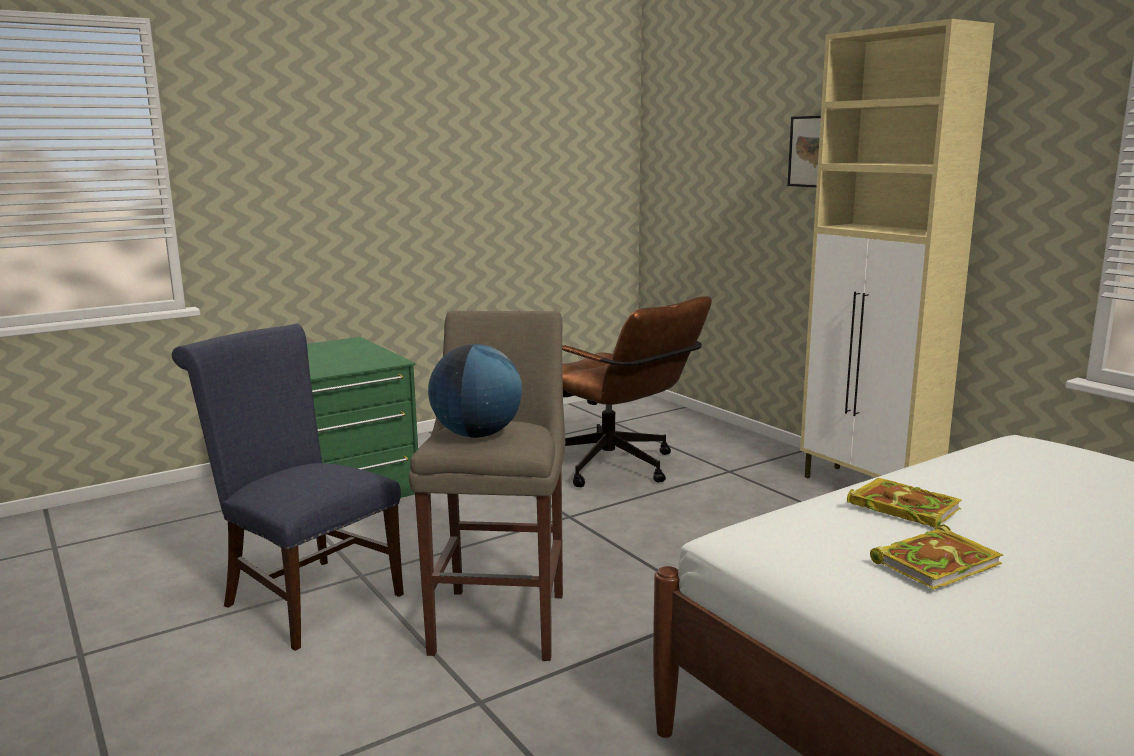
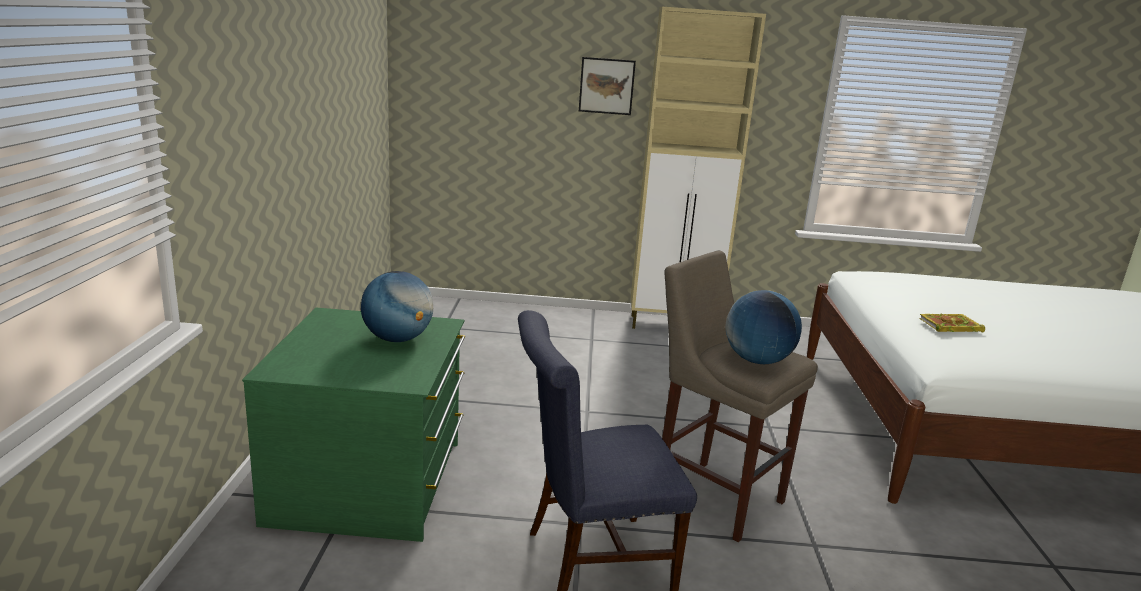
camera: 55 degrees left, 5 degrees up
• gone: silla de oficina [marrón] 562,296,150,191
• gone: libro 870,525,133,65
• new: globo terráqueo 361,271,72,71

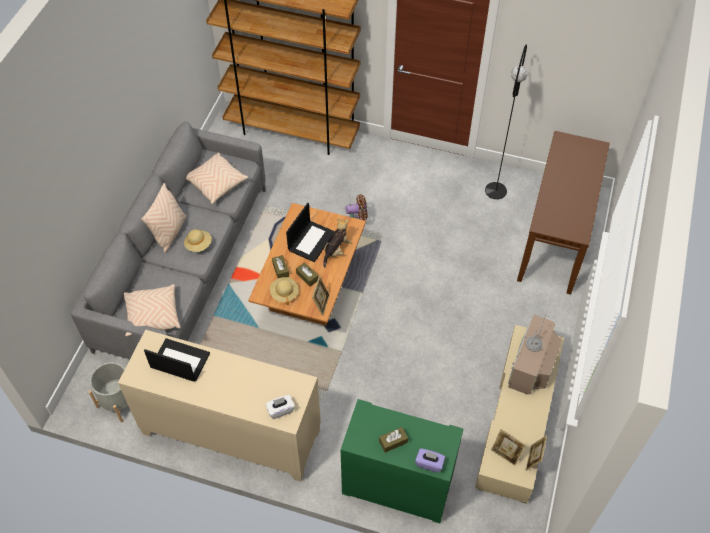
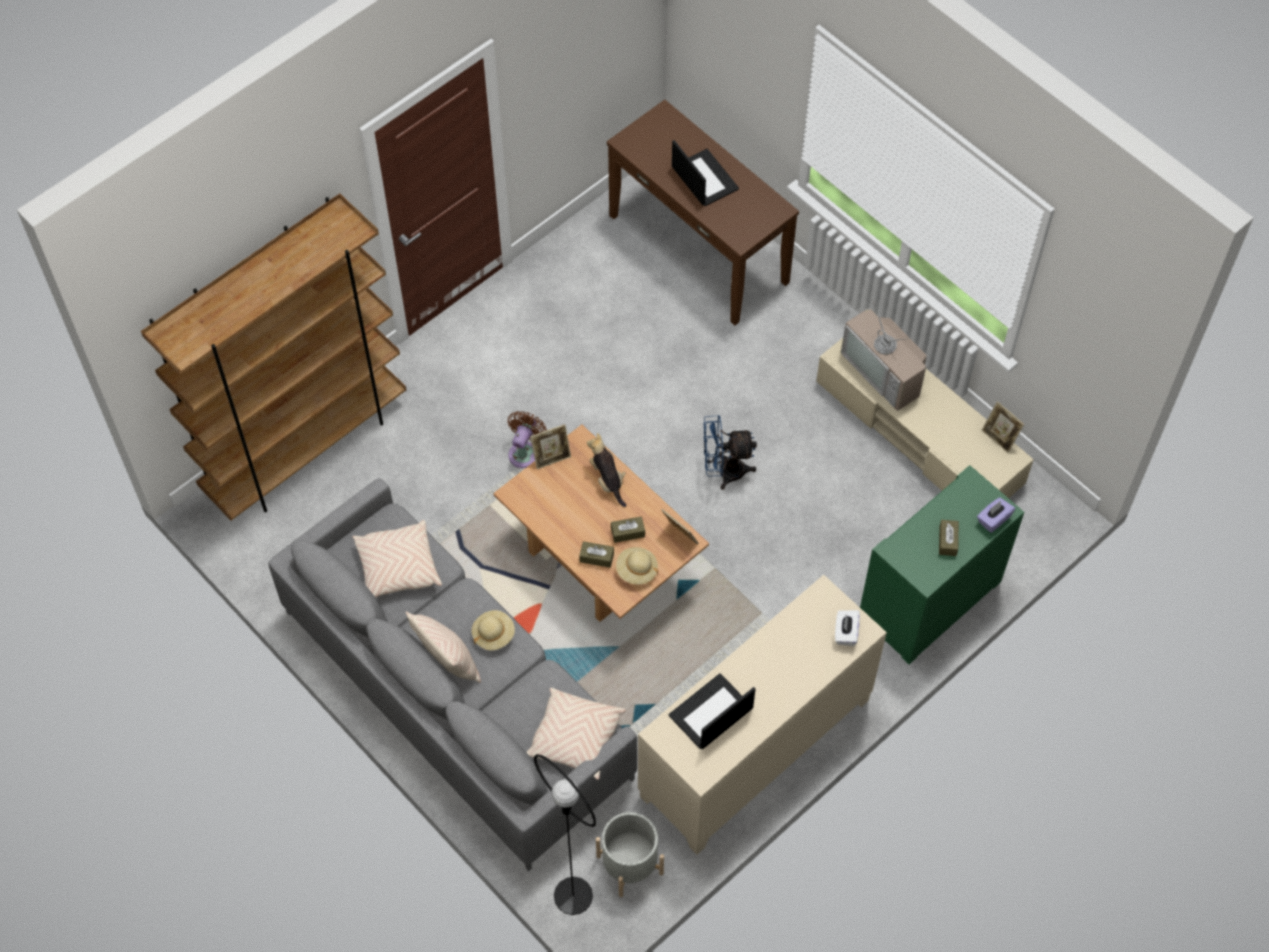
camera: 60 degrees left, 5 degrees up
• shifted: portátil 286,203,49,59 to 672,140,67,66
• shifted: lámpara de pie [negro] 485,44,42,155 to 534,754,62,161
• shifted: portarretratos 491,429,35,37 to 530,424,41,45
• new: ventilador [azul] 703,415,54,75

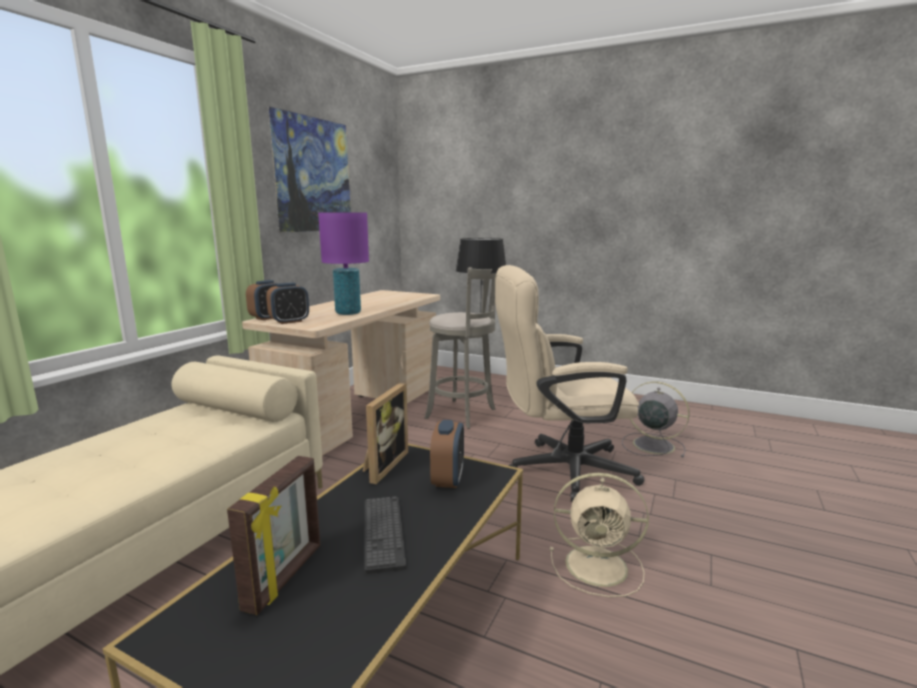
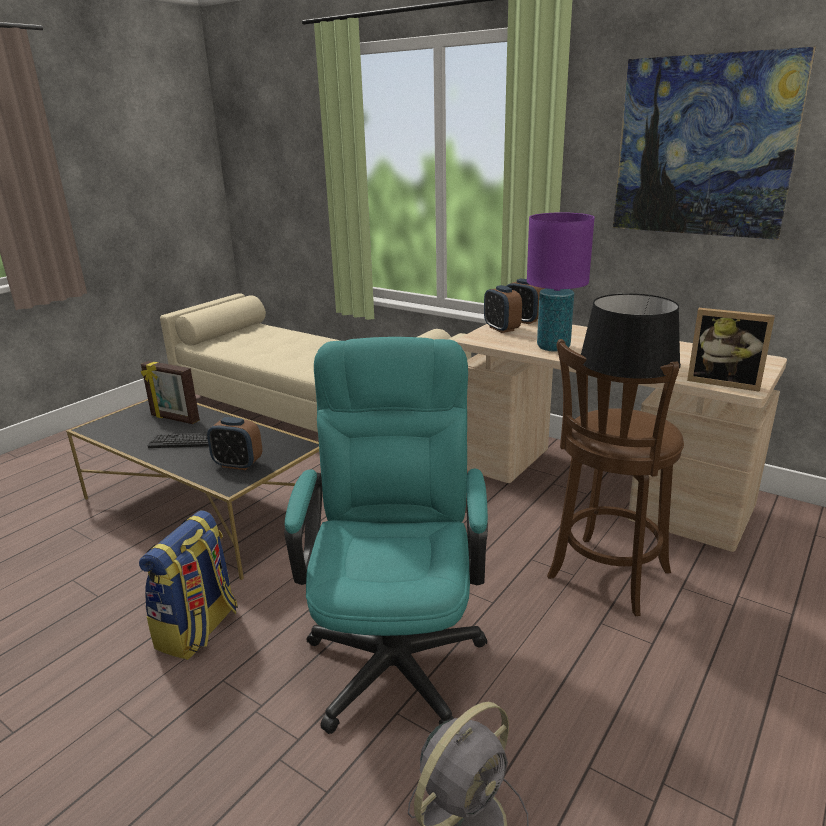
camera: 100 degrees right, 10 degrees up
• shifted: portarretratos 363,382,45,102 to 687,308,88,84
• repainted: taburete [gris] 424,267,72,162 to taburete [marrón] 547,339,137,277
• repainted: silla de oficina [beis] 495,265,150,237 to silla de oficina [turquesa] 284,337,204,397
• swapped: ventilador [beis] 550,473,99,124 to mochila 139,510,99,150

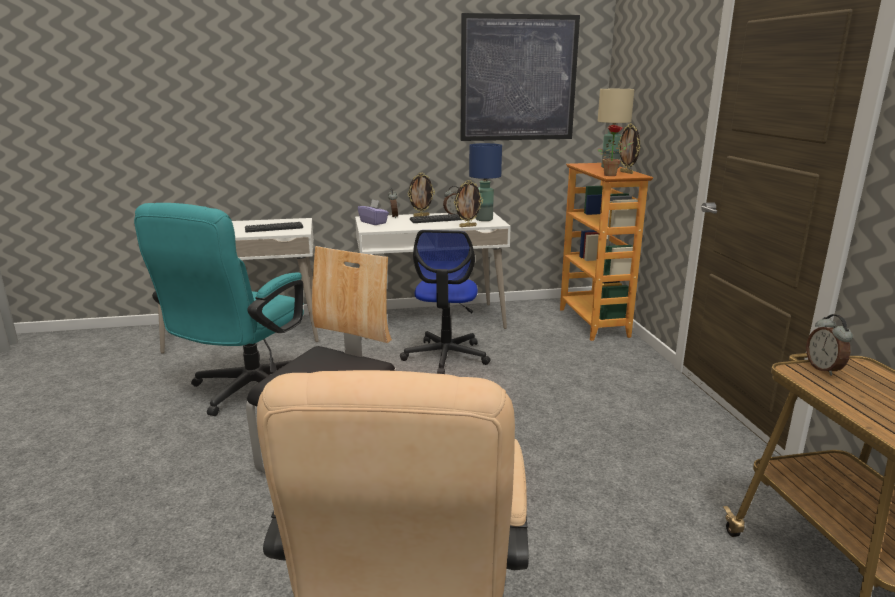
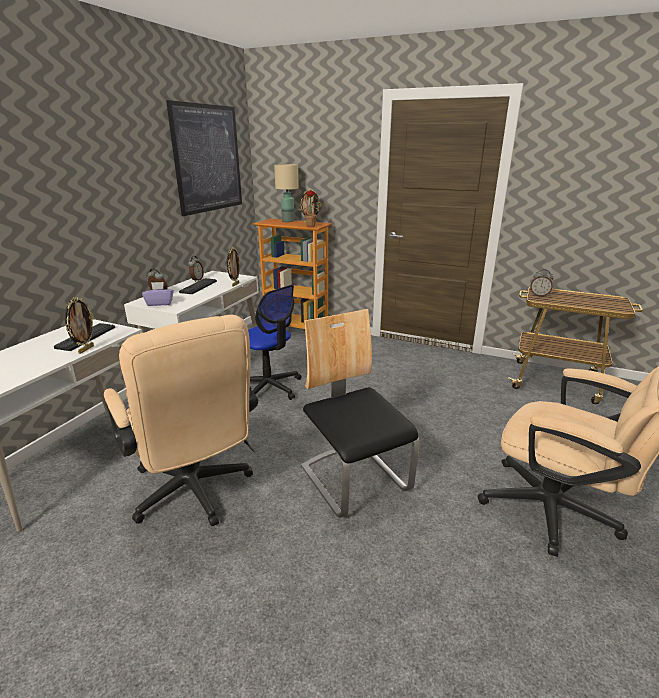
camera: 55 degrees left, 5 degrees up
• repainted: silla de oficina [turquesa] 134,203,170,213 to silla de oficina [beis] 104,315,154,211
• shifted: portarretratos 408,173,27,44 to 65,297,29,57
• gone: lámpara de mesa [azul] 469,143,33,78

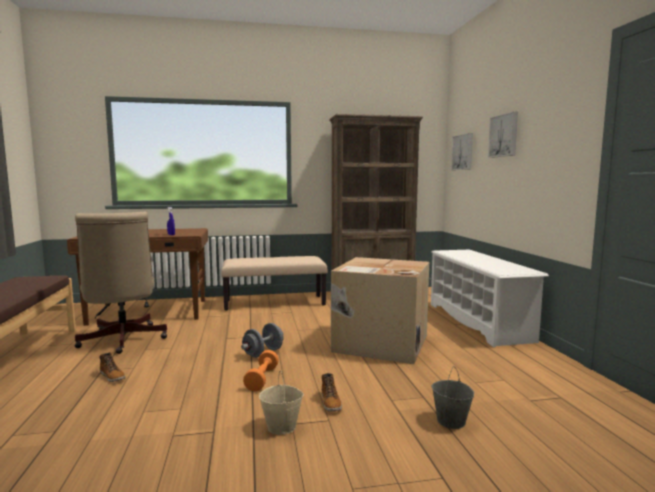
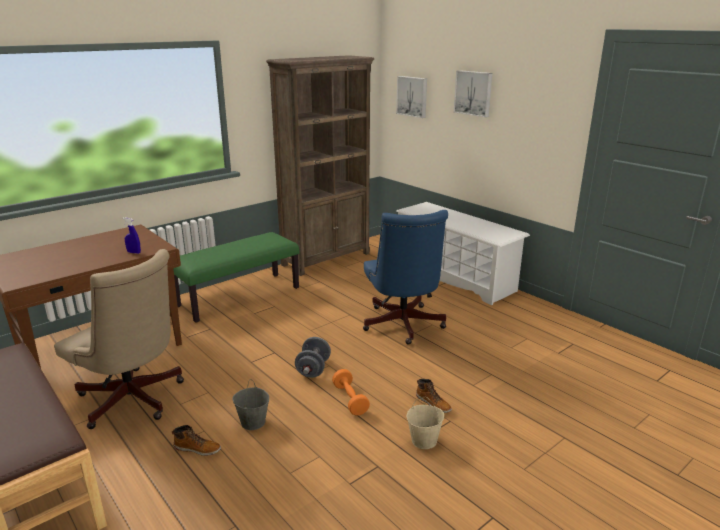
camera: 30 degrees left, 15 degrees up
• repainted: banco [beis] 221,256,106,55 to banco [verde] 173,232,127,91
• swapped: caja de cartón 331,257,98,107 to silla de oficina [azul] 363,210,85,135
• shifted: cubo [gris] 432,366,42,63 to 232,379,37,51

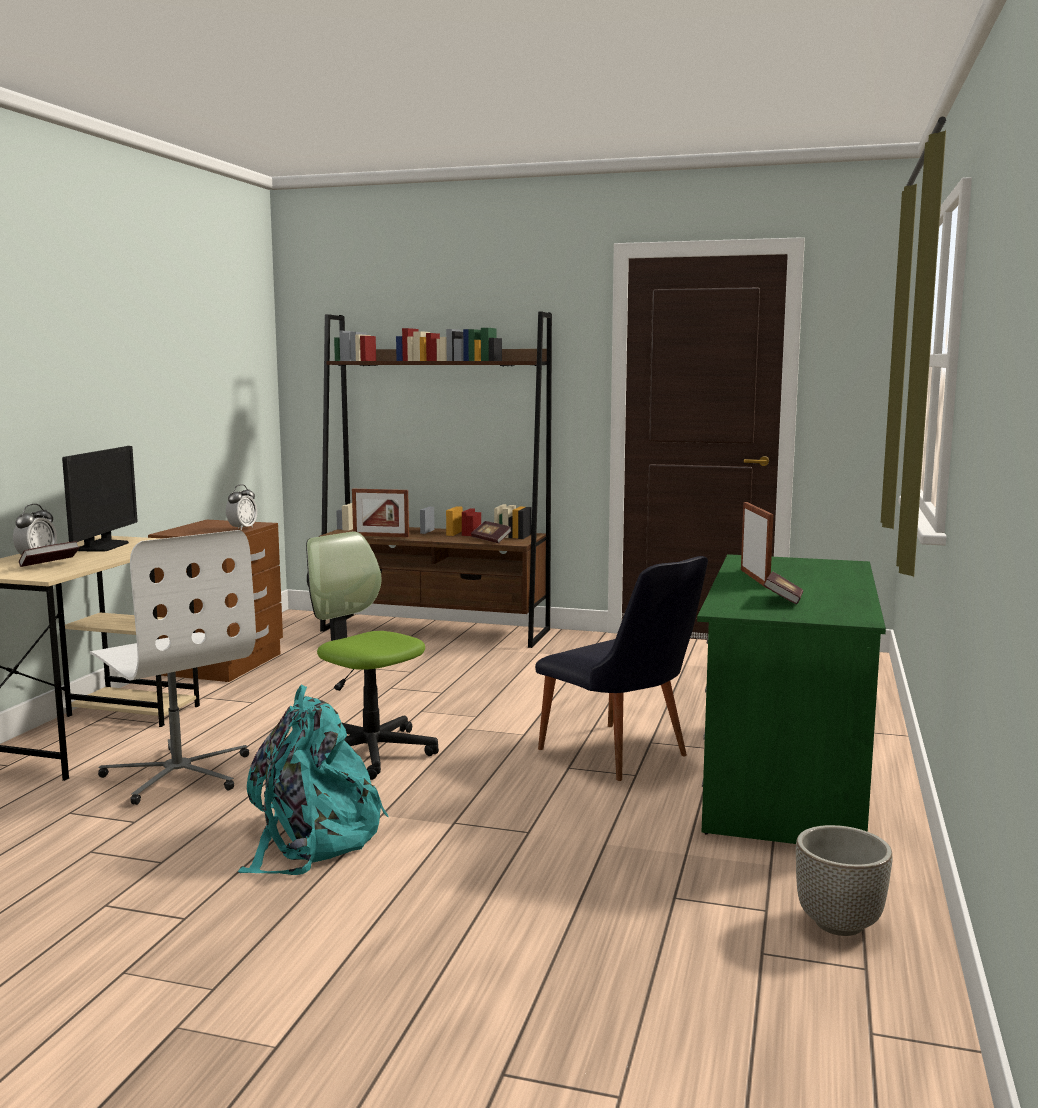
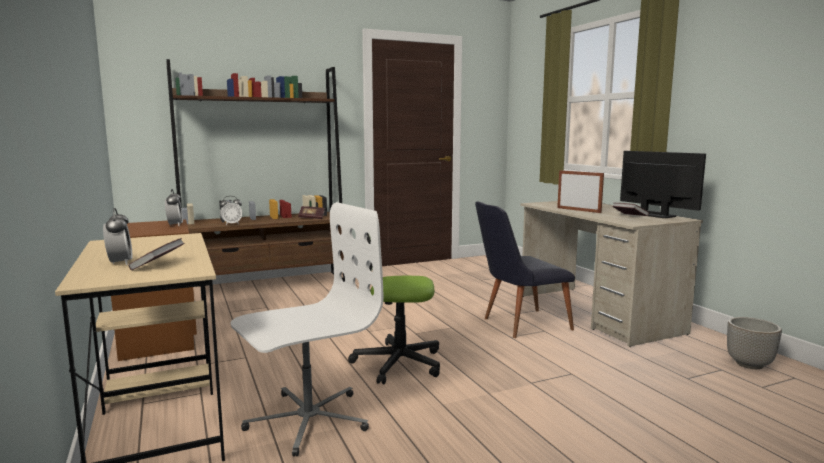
camera: 40 degrees left, 0 degrees up
• shifted: monitor 62,446,75,106 to 620,151,86,67
• rotated: silla de oficina [blanco] 89,530,167,275 = 231,202,152,254 45 degrees counterclockwise
• gone: mochila [turquesa] 238,685,150,190
• swapped: portarretratos 352,489,57,48 to despertador 219,196,23,29
• rotated: silla [negro] 535,556,173,225 = 475,201,100,137 150 degrees clockwise
• repainted: escritorio [verde] 697,554,189,290 to escritorio [beis] 520,201,183,146

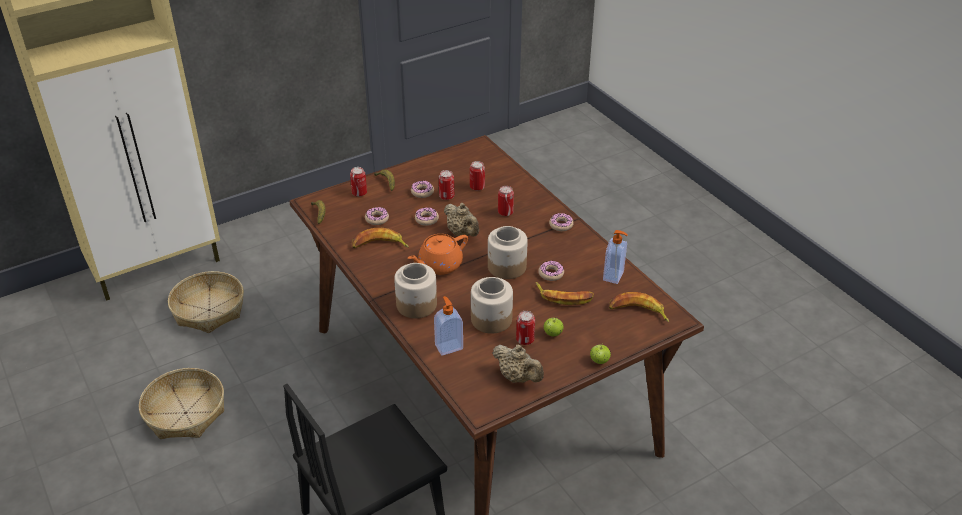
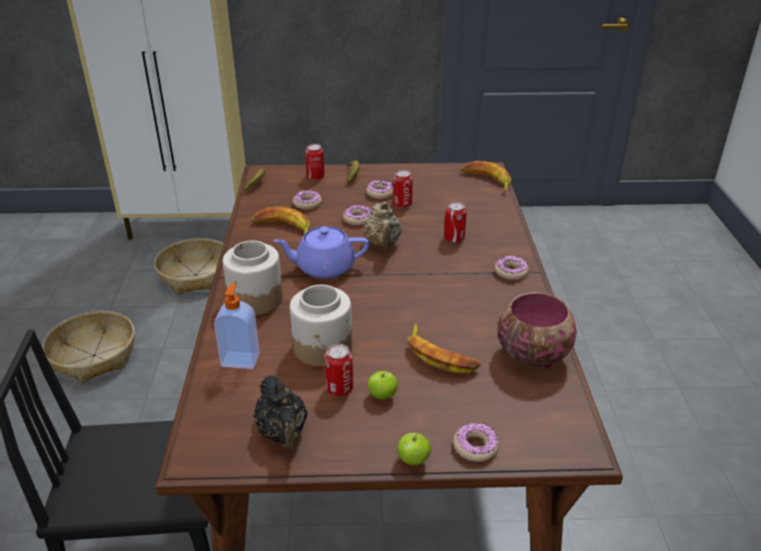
camera: 30 degrees right, 5 degrees down
• repainted: tetera [naranja] 408,234,60,41 to tetera [morado] 273,226,96,53
• gone: lata 470,161,15,30
• gone: tarro 488,226,40,53
• repainted: tetera [beis] 492,344,52,39 to tetera [negro] 254,376,53,74
• shifted: rosquilla 538,261,26,20 to 453,423,46,39
• swapped: dispensador de jabón 603,230,25,54 to cuenco 497,292,80,76
• shifted: plátano 609,292,60,30 to 461,161,50,31

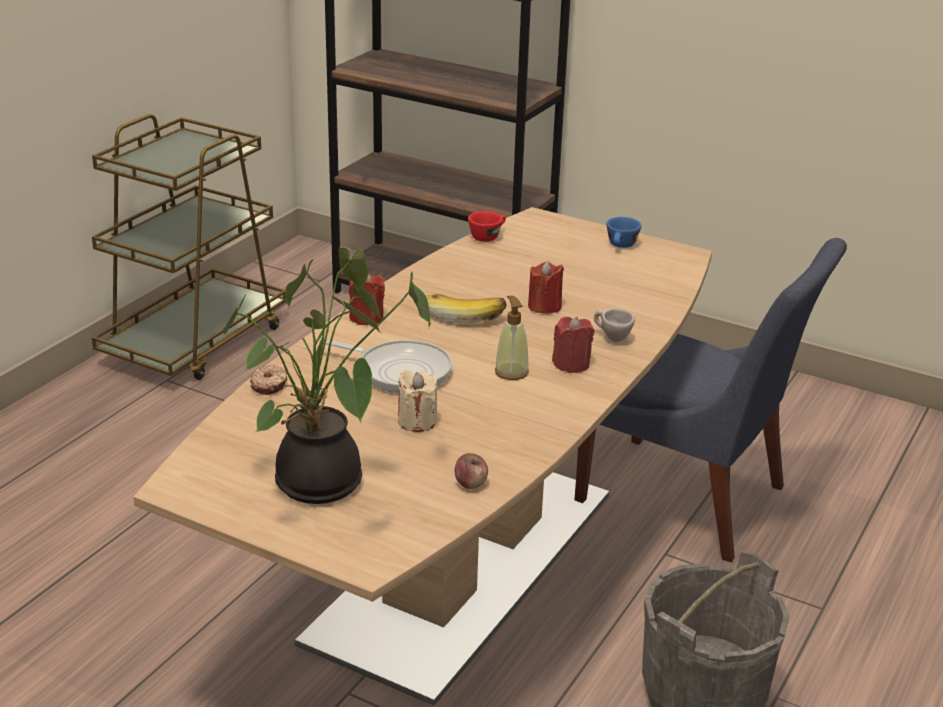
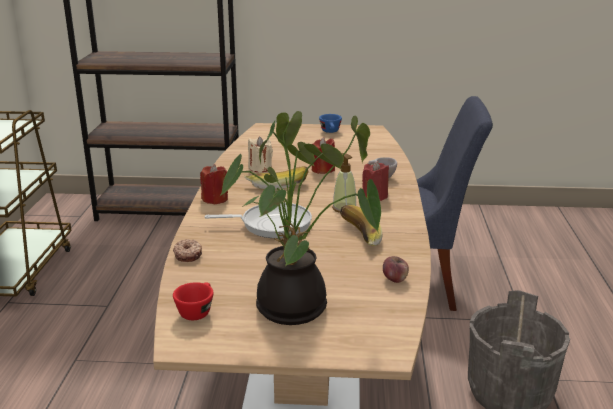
camera: 25 degrees left, 5 degrees down
• shifted: vela [beis] 398,370,39,62 to 248,136,25,36
• shifted: taza [rojo] 468,211,38,31 to 173,282,41,38
• new: plátano 340,205,42,41

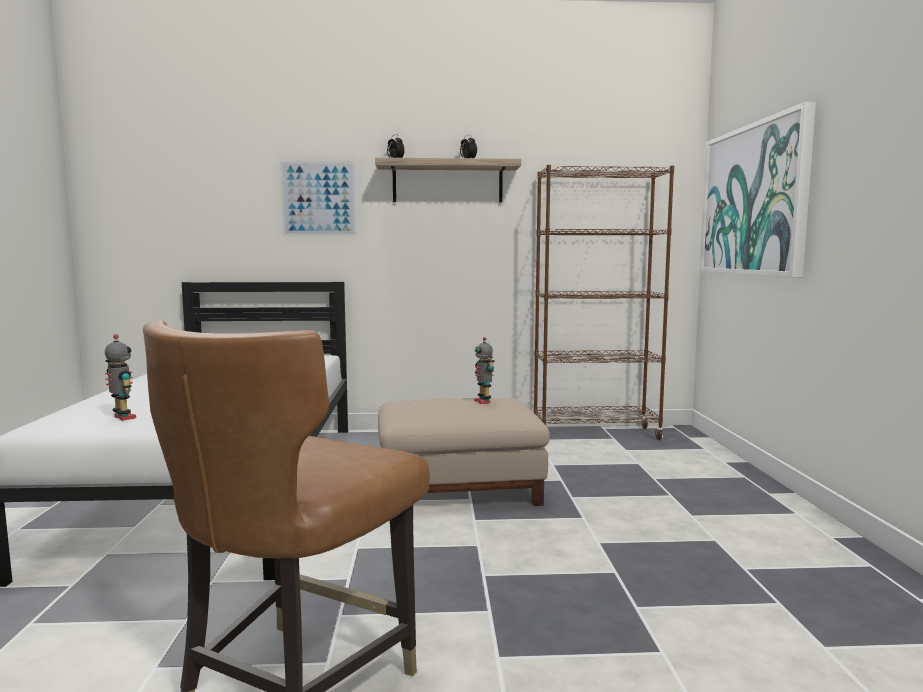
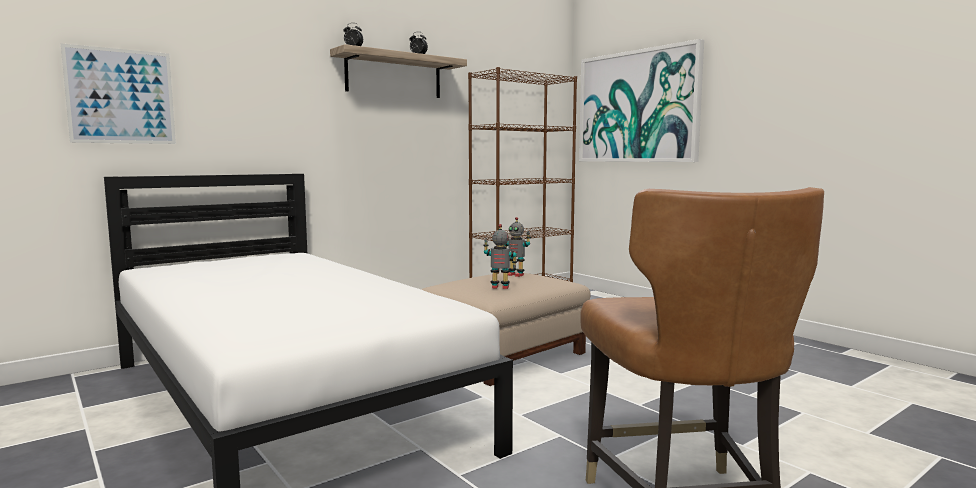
camera: 35 degrees left, 0 degrees up
• shifted: robot de juguete 105,334,31,87 to 483,224,34,65
• shifted: cuadro 280,161,77,75 to 61,43,115,101

